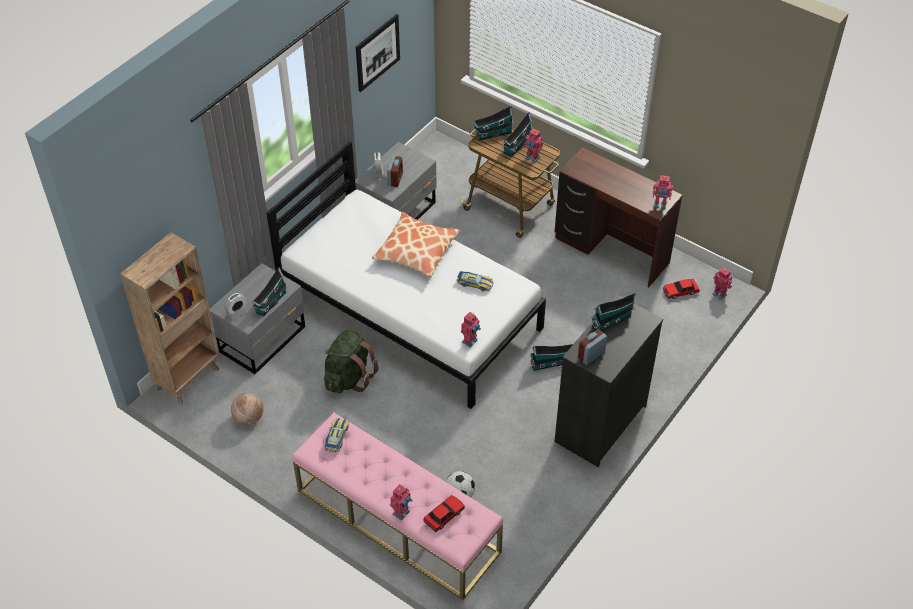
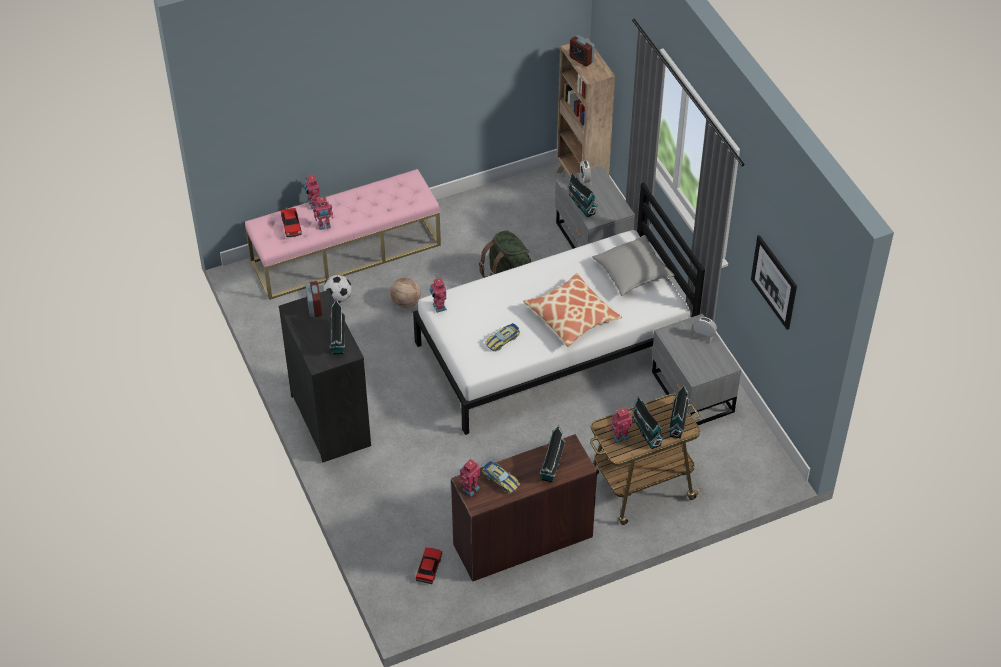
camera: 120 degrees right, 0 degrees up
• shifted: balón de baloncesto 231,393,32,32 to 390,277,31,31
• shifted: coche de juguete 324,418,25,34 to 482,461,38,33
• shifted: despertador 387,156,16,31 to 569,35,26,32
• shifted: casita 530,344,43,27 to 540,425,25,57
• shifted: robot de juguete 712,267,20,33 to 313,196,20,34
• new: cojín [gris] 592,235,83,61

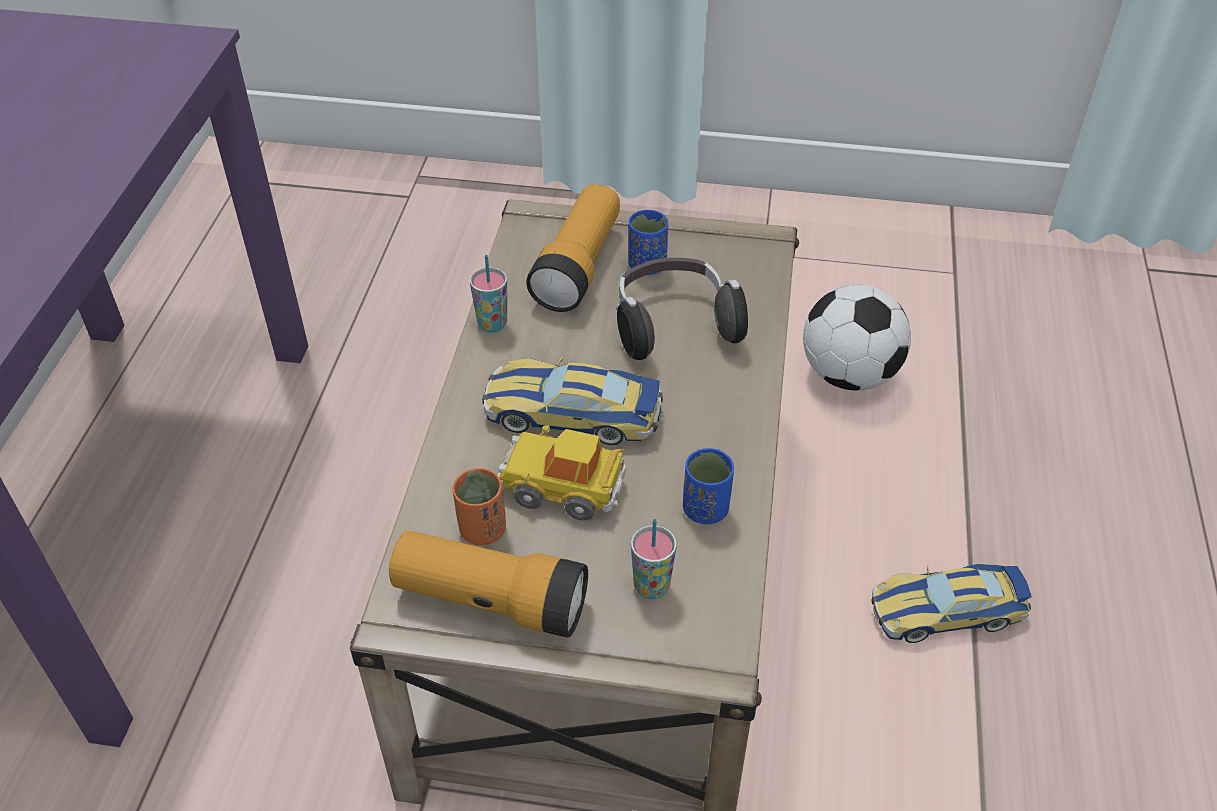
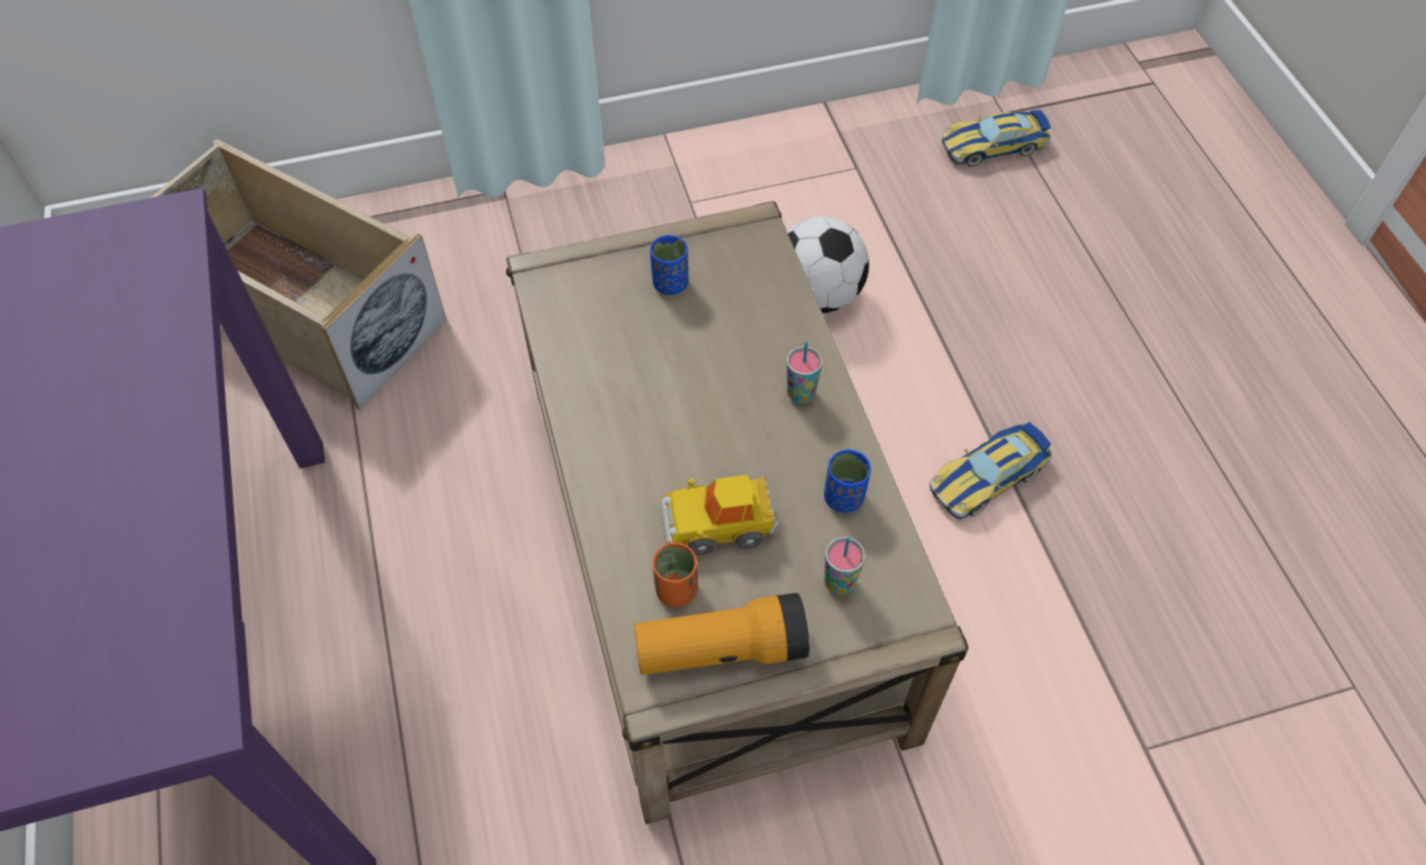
camera: 25 degrees left, 10 degrees up
• shifted: taza 470,255,37,78 to 787,342,35,62
• shifted: coche de juguete 482,357,181,88 to 942,110,109,57
• gone: linterna 526,184,94,128
• gone: auriculares 616,258,132,102
• new: caja de almacenaje [beis] 150,139,297,271

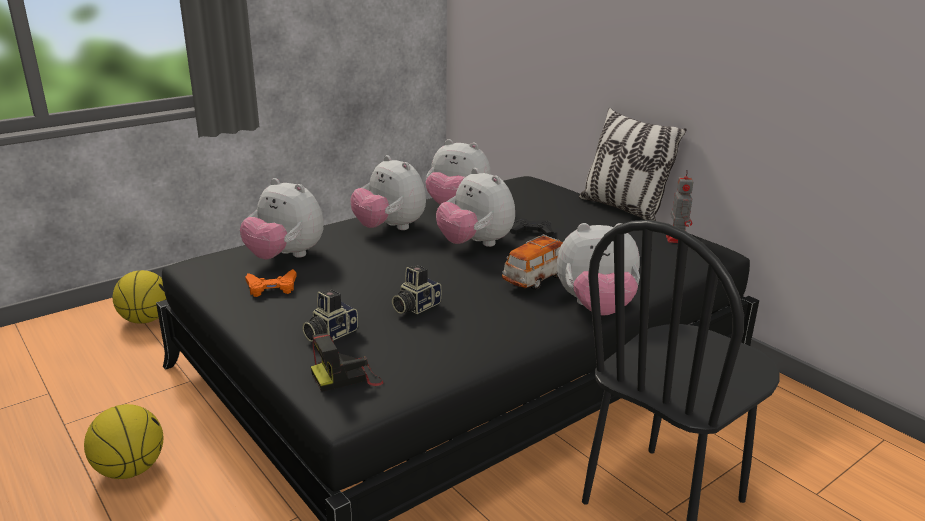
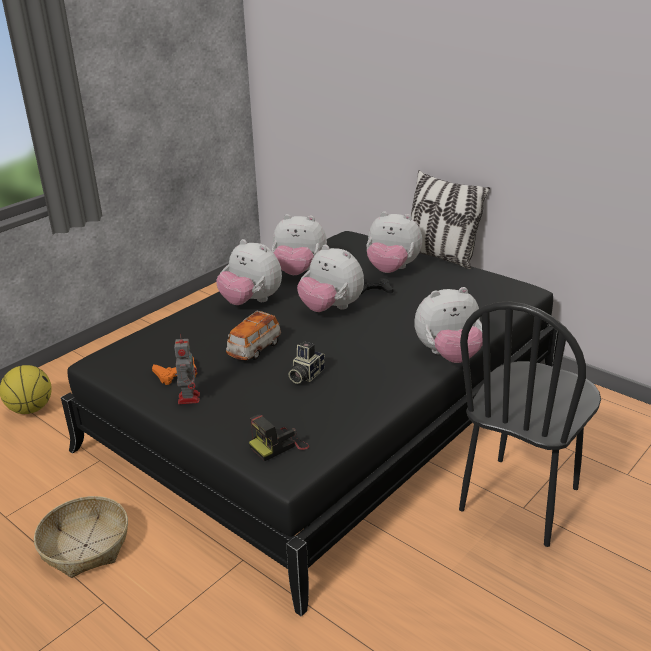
camera: 10 degrees left, 5 degrees up
• swapped: balón de baloncesto 84,404,79,75 to cesta 34,496,94,82
• shifted: peluche 240,178,84,82 to 366,211,56,62
• gone: cámara 302,289,56,53
• shifted: coche de juguete 502,234,61,56 to 226,310,55,50
• shifted: robot de juguete 666,170,27,73 to 174,334,26,70

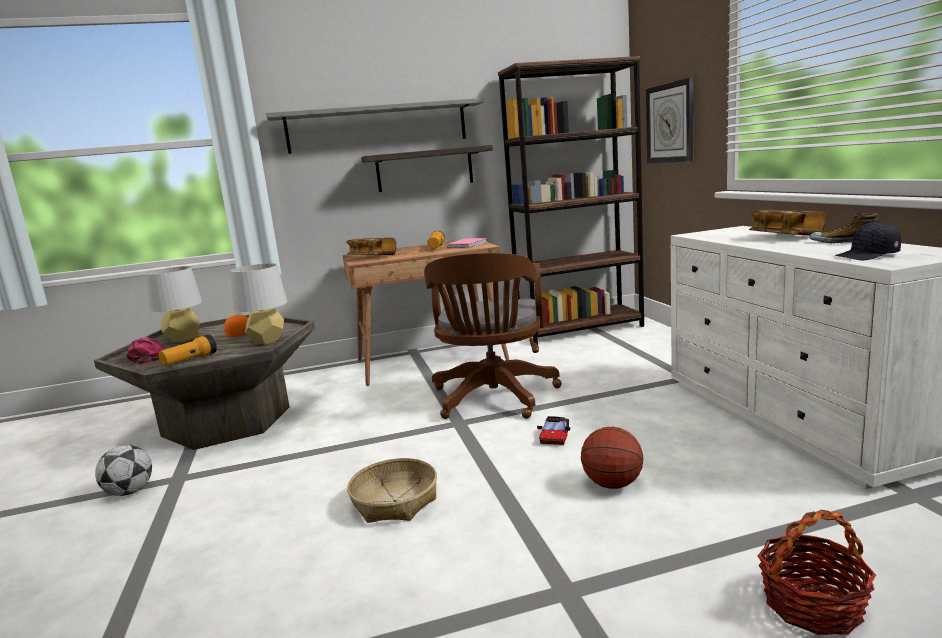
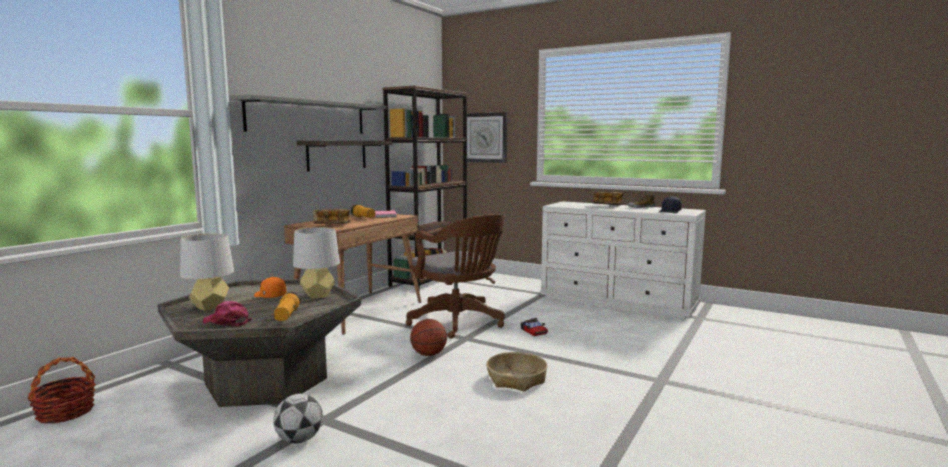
camera: 45 degrees left, 5 degrees down
• shifted: balón de baloncesto 581,427,62,62 to 410,319,37,37
• shifted: cesta 758,509,118,126 to 27,357,69,66

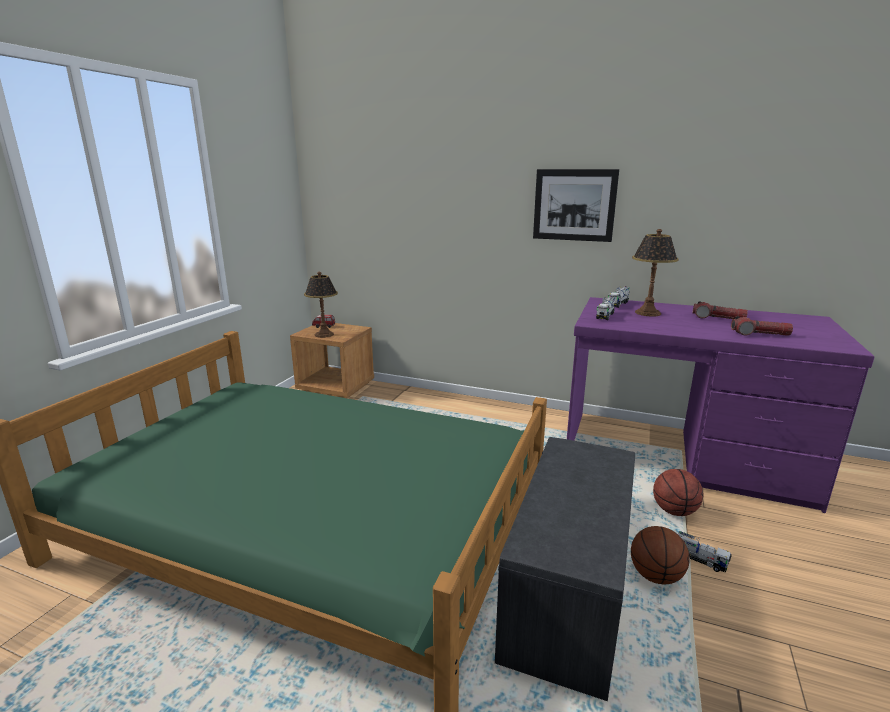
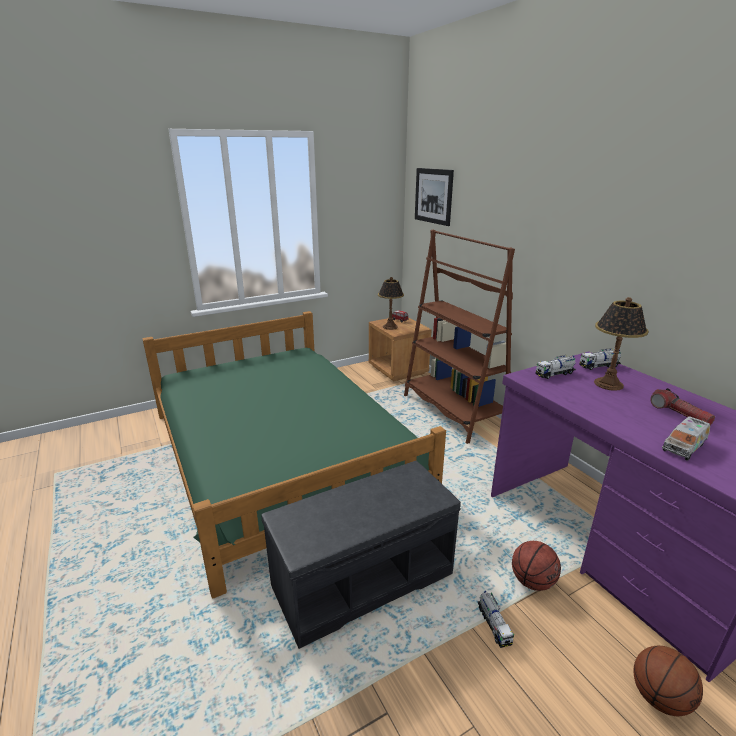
camera: 40 degrees right, 5 degrees up
• shifted: cuadro 533,169,86,73 to 415,168,39,58
• shifted: balón de baloncesto 631,526,59,58 to 634,646,69,70
• swapped: linterna 731,316,62,20 to camión de juguete 662,416,48,44
• new: estantería [marrón] 404,230,111,214

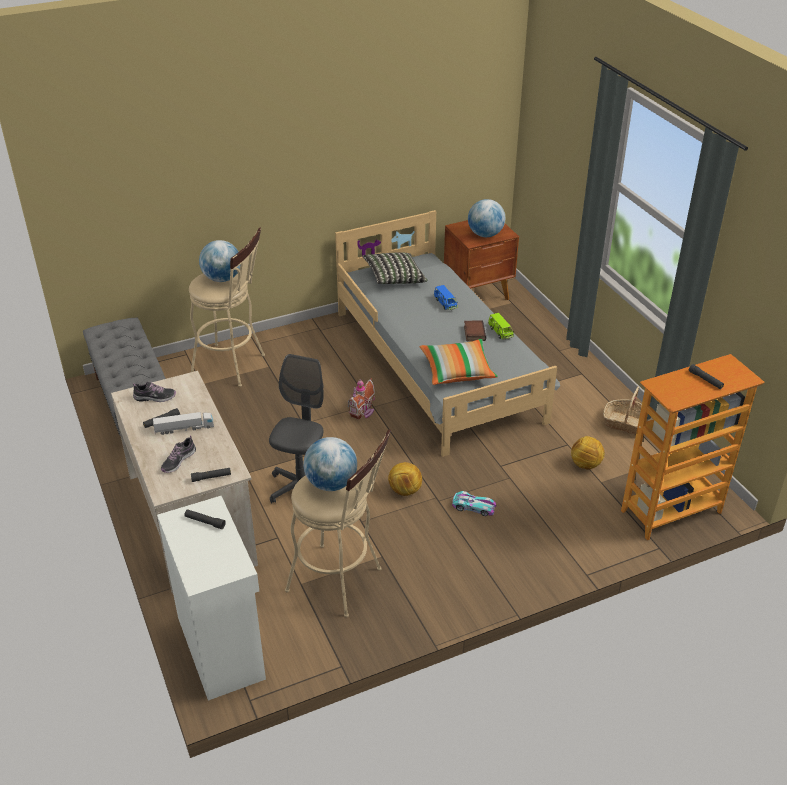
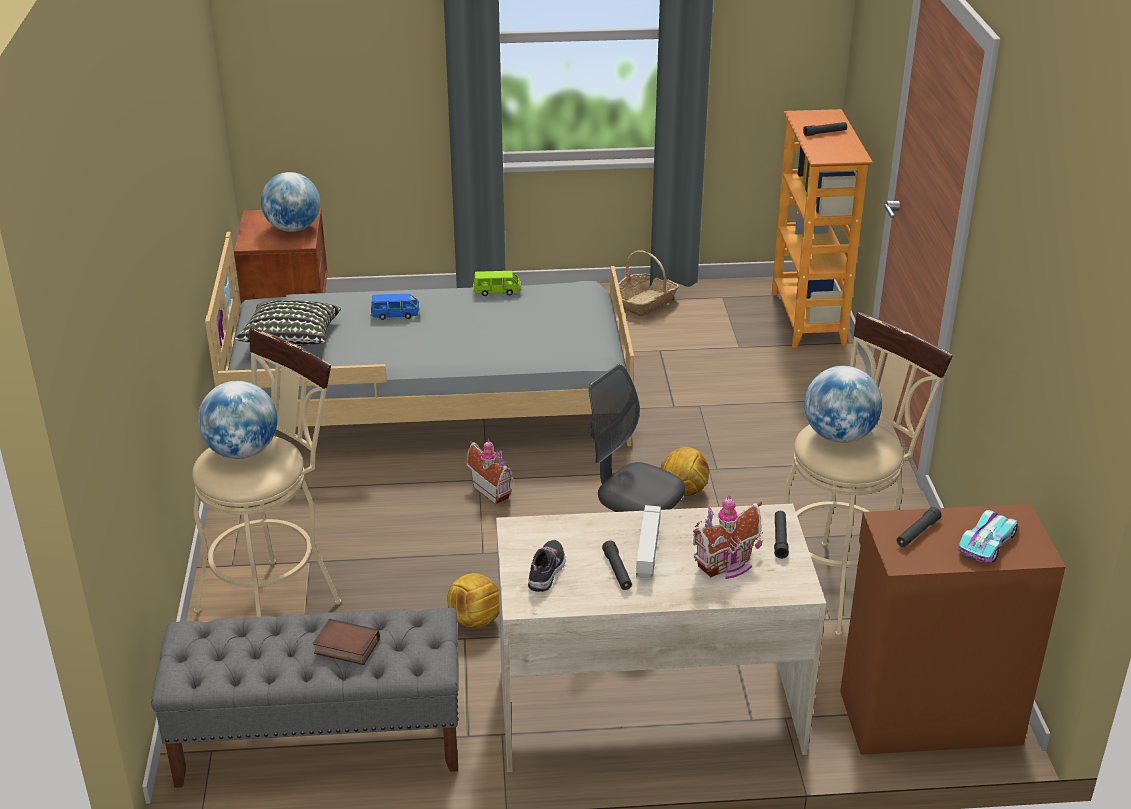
camera: 70 degrees left, 5 degrees down
• repainted: armario [blanco] 157,496,109,204 to armario [marrón] 840,504,226,251
• swapped: zapato 161,436,35,37 to casita 693,495,70,84
• gone: cojín 419,339,79,46
• shifted: coche de juguete 452,491,44,25 to 958,510,60,53
• shifted: libro 464,320,22,21 to 313,619,67,46
• shifted: balón de fútbol 571,436,34,33 to 447,573,52,55

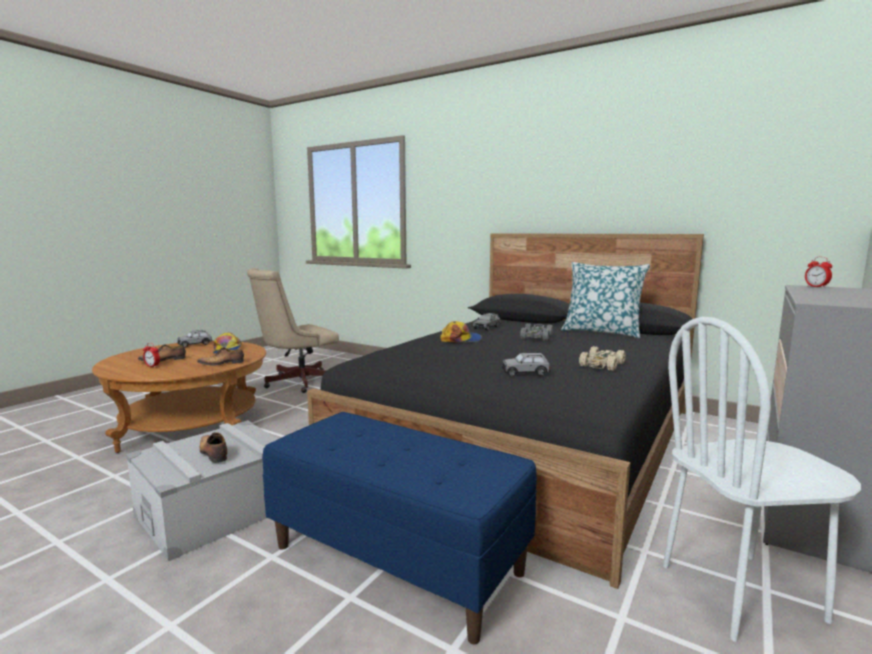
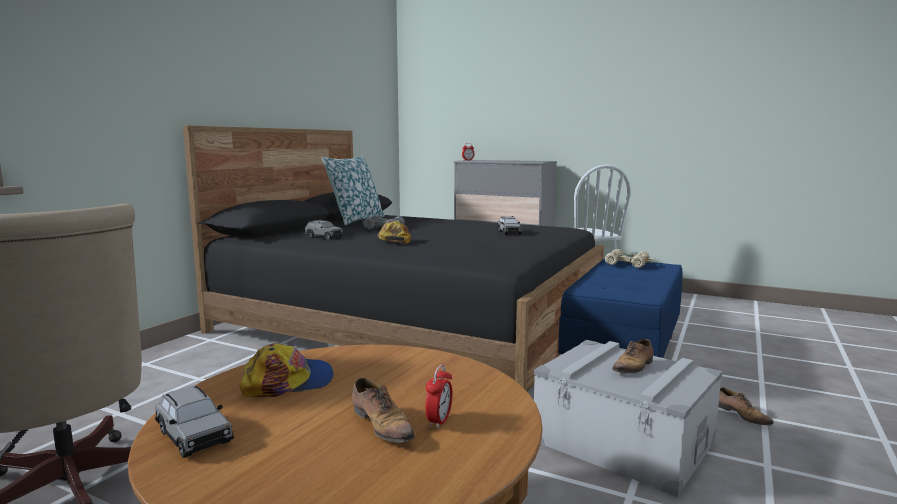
camera: 95 degrees left, 0 degrees up
• shifted: zapato 197,347,47,18 to 718,387,56,38
• shifted: coche de juguete [beis] 579,346,47,25 to 605,249,49,19

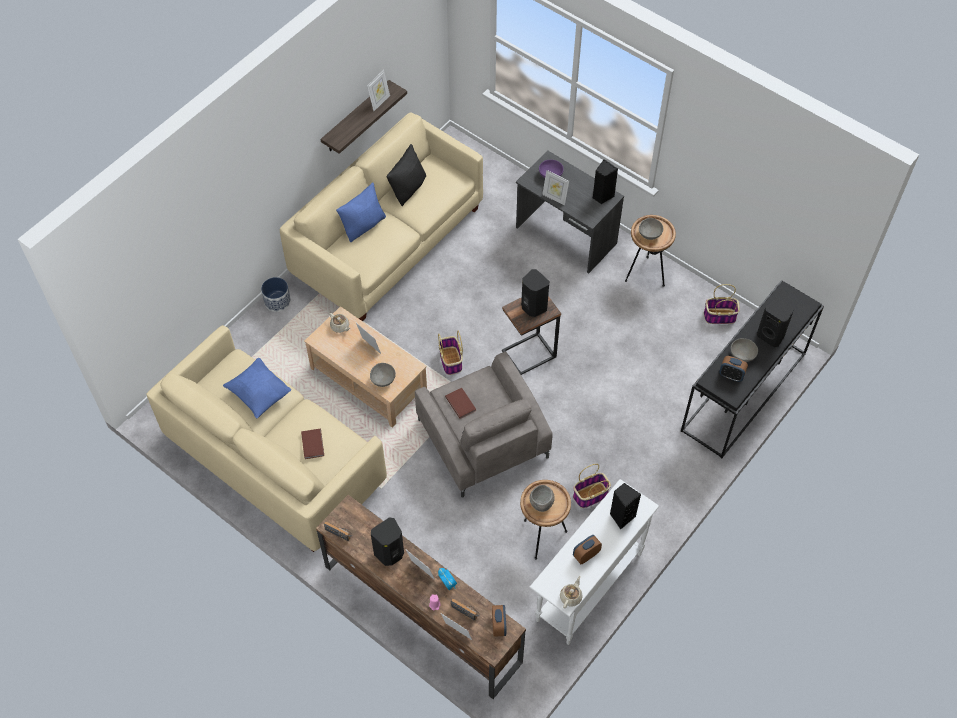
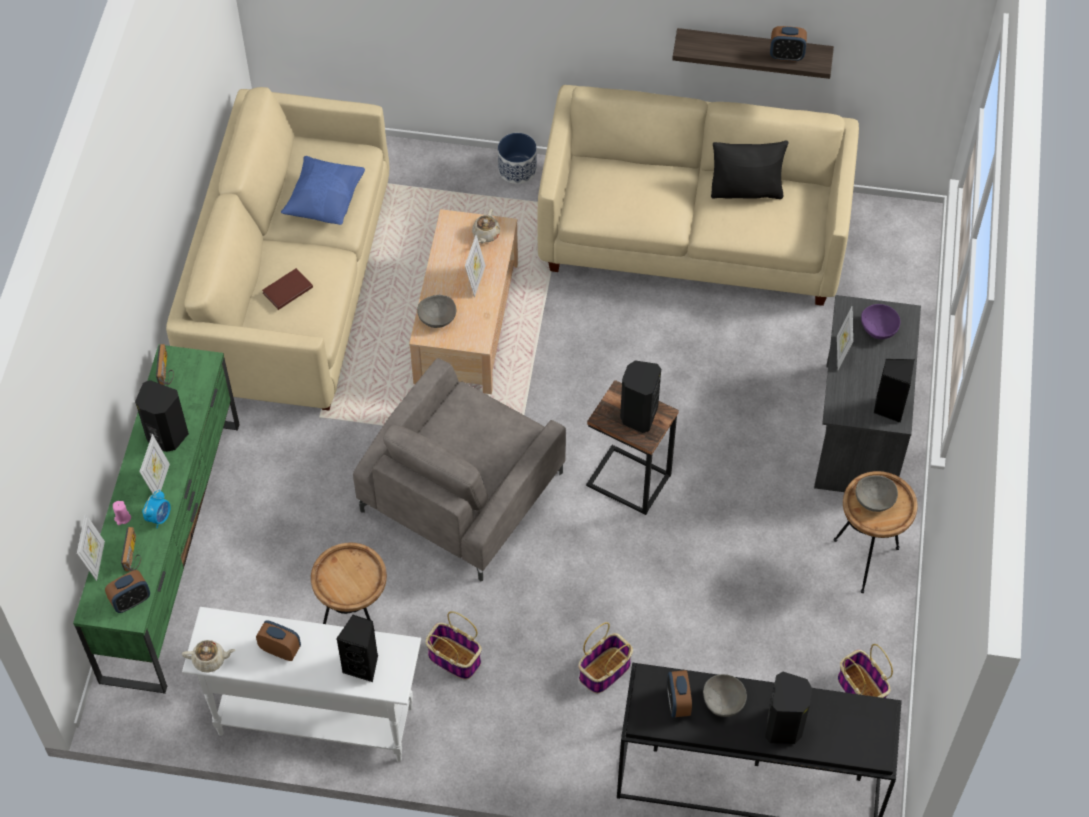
camera: 60 degrees right, 0 degrees up
• repainted: mueble de televisión [marrón] 316,495,210,204 to mueble de televisión [verde] 73,345,166,349
• gone: cojín [azul] 336,182,50,60
• swapped: portarretratos 367,70,23,41 to despertador 770,26,37,36
• shifted: cesta 438,331,25,44 to 578,622,55,71
• gone: libro [marrón] 445,388,31,31
• gone: cuenco [gris] 530,485,25,27

